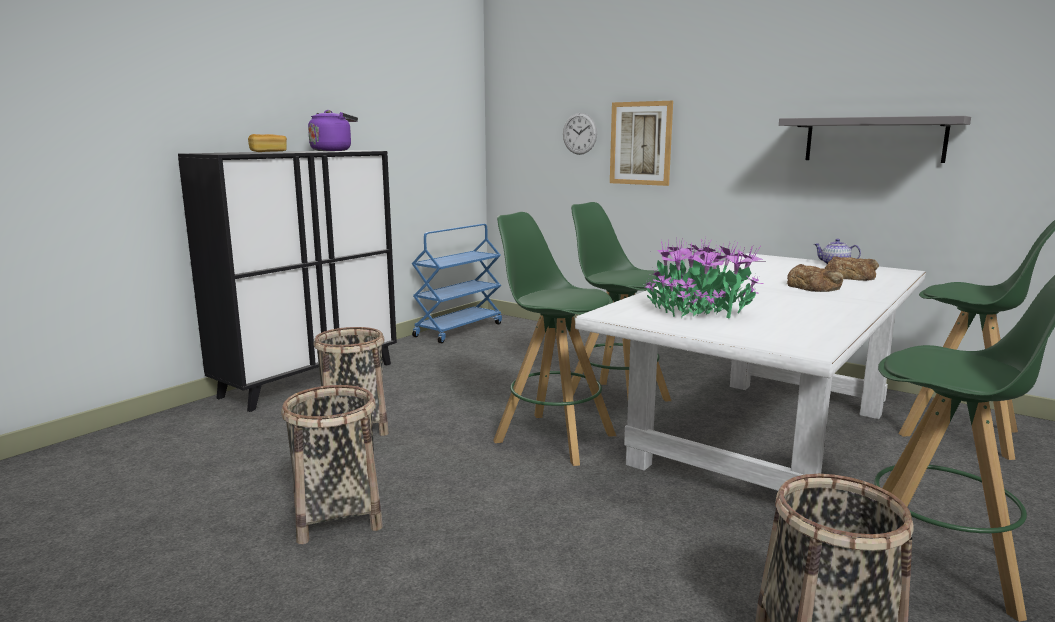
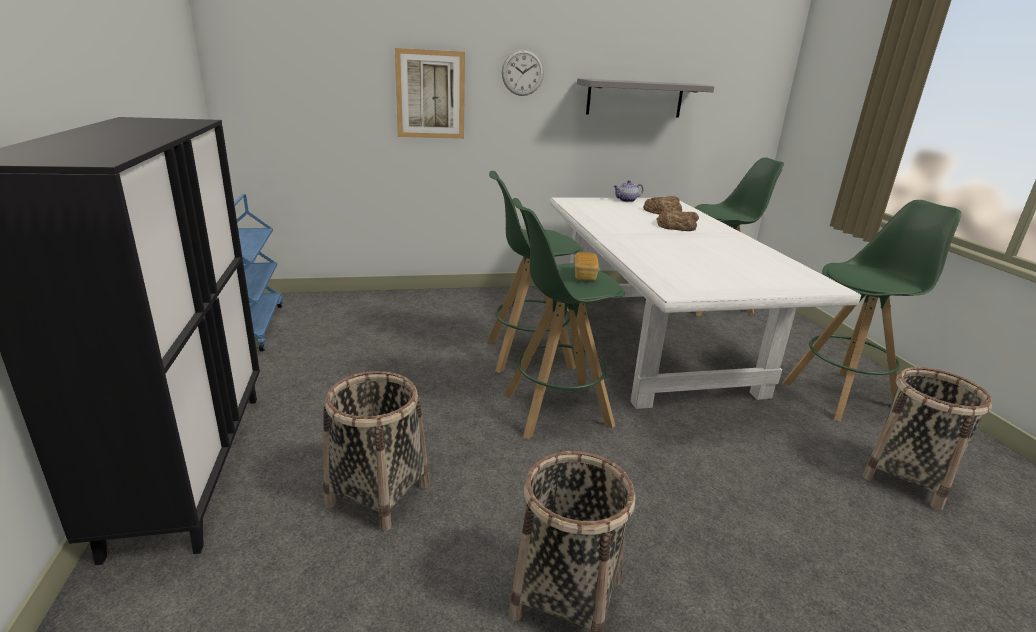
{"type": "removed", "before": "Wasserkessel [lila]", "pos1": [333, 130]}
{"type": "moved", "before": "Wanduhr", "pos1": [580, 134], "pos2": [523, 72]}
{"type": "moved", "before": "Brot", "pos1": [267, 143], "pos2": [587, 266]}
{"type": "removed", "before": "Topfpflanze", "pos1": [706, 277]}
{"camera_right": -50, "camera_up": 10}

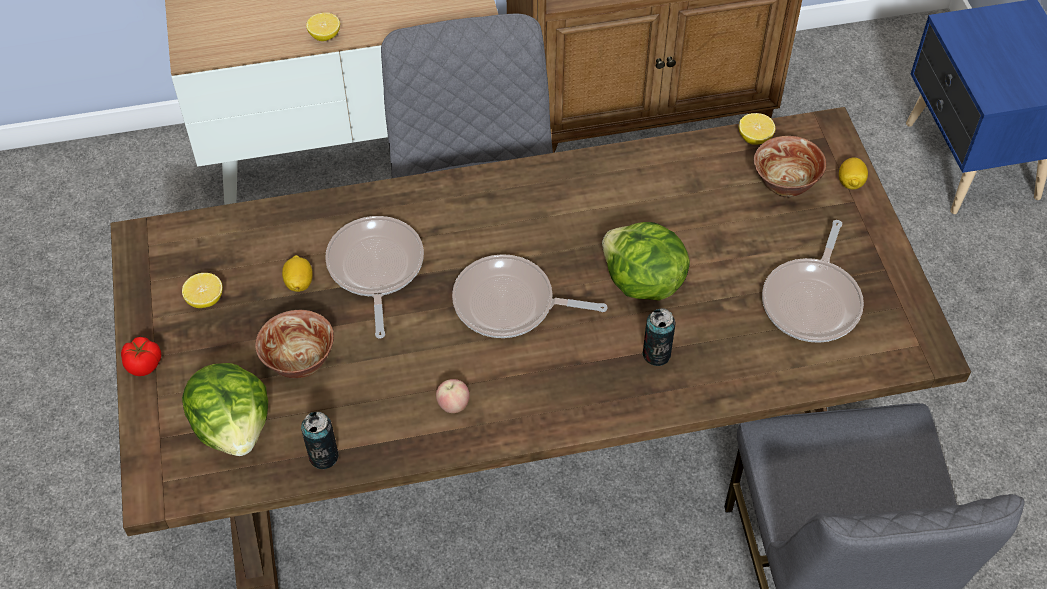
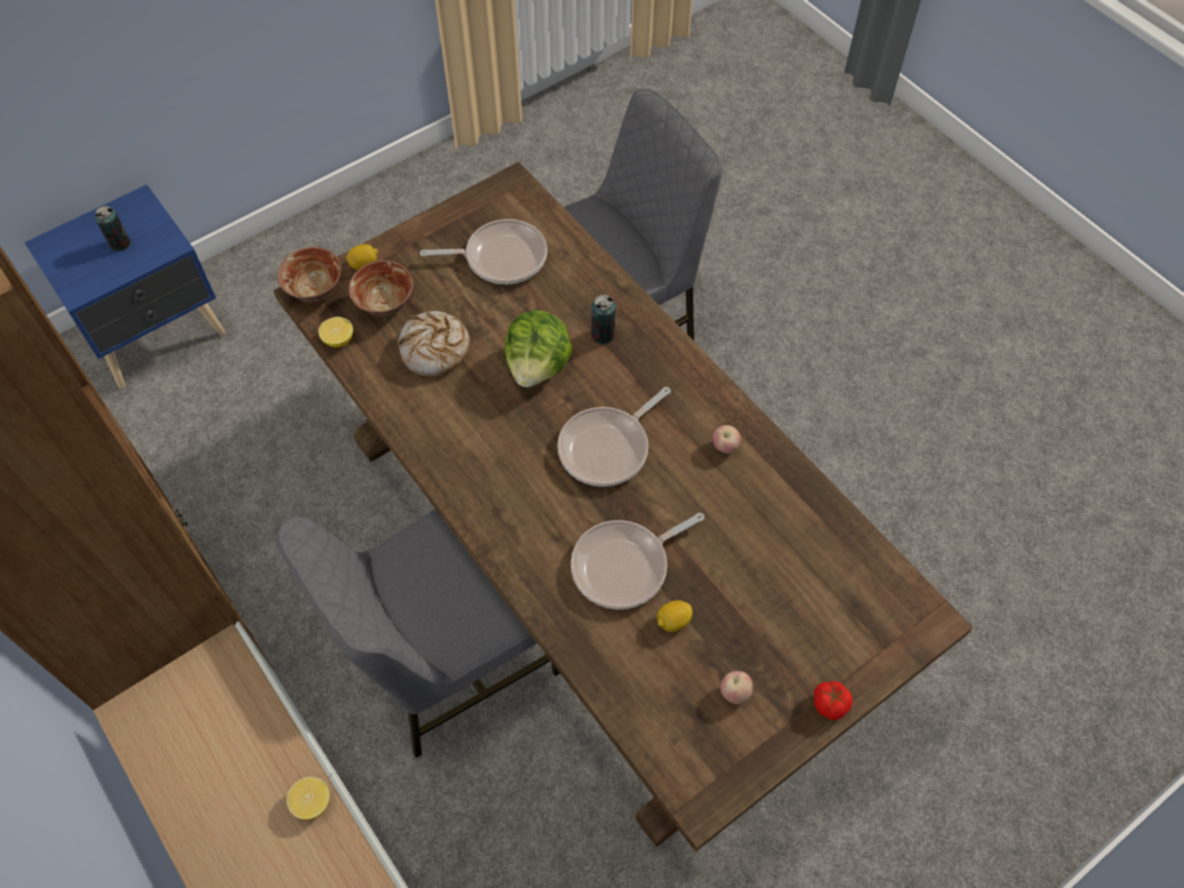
{"type": "turned", "before": "Pfanne", "pos1": [530, 296], "pos2": [614, 437], "turn": 60}
{"type": "replaced", "before": "Zitrone", "after": "Apfel", "pos1": [202, 290], "pos2": [736, 687]}
{"type": "moved", "before": "Schüssel", "pos1": [294, 344], "pos2": [309, 275]}
{"type": "removed", "before": "Salatkopf", "pos1": [225, 409]}
{"type": "moved", "before": "Dose", "pos1": [320, 440], "pos2": [113, 228]}
{"type": "added", "after": "Brot", "pos2": [434, 344]}
{"camera_right": -115, "camera_up": 5}

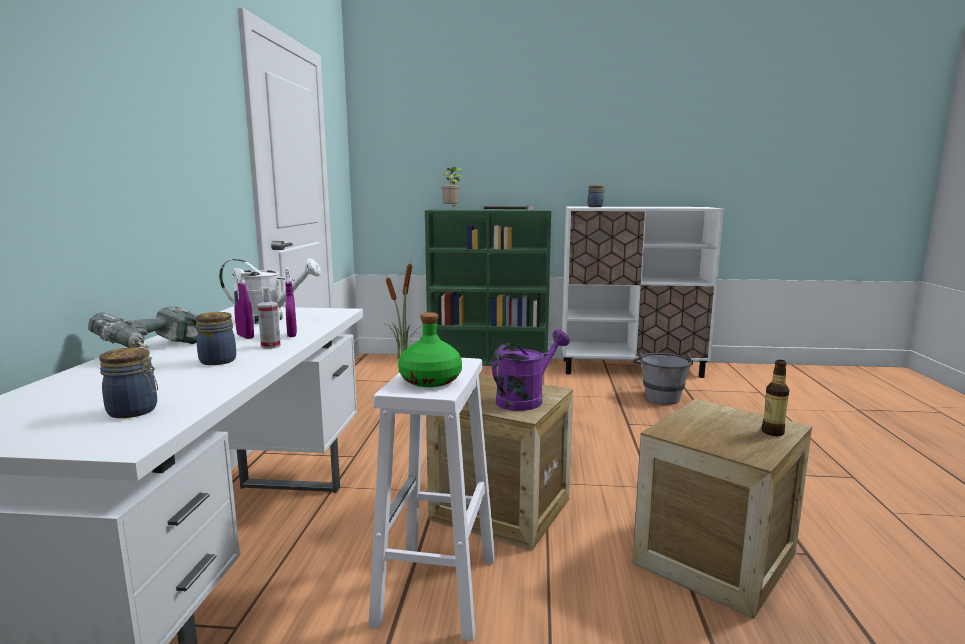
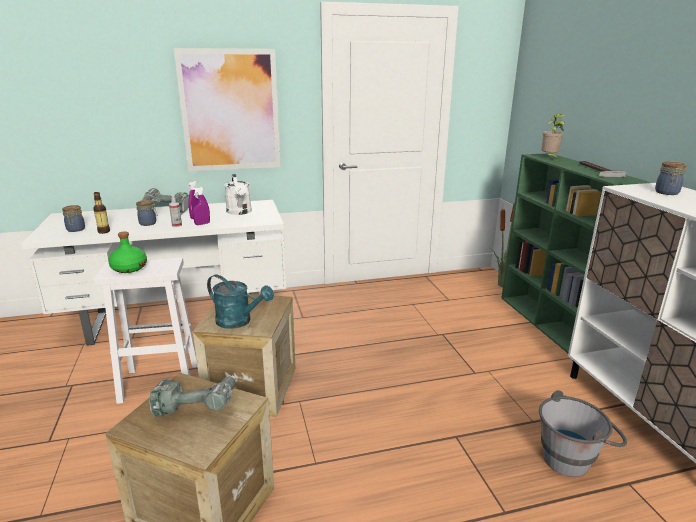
{"type": "recoloured", "before": "Gießkanne [lila]", "after": "Gießkanne [türkis]", "pos1": [531, 370], "pos2": [240, 301]}
{"type": "moved", "before": "Flasche", "pos1": [775, 398], "pos2": [101, 213]}
{"type": "added", "after": "Bild", "pos2": [227, 109]}
{"type": "added", "after": "Bohrmaschine", "pos2": [192, 396]}
{"camera_right": 70, "camera_up": 10}

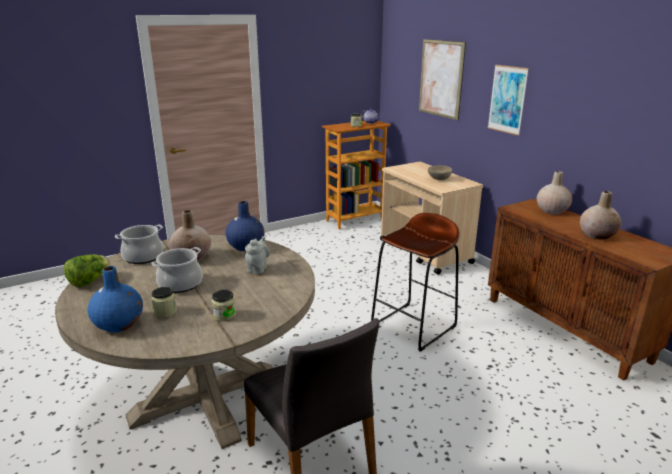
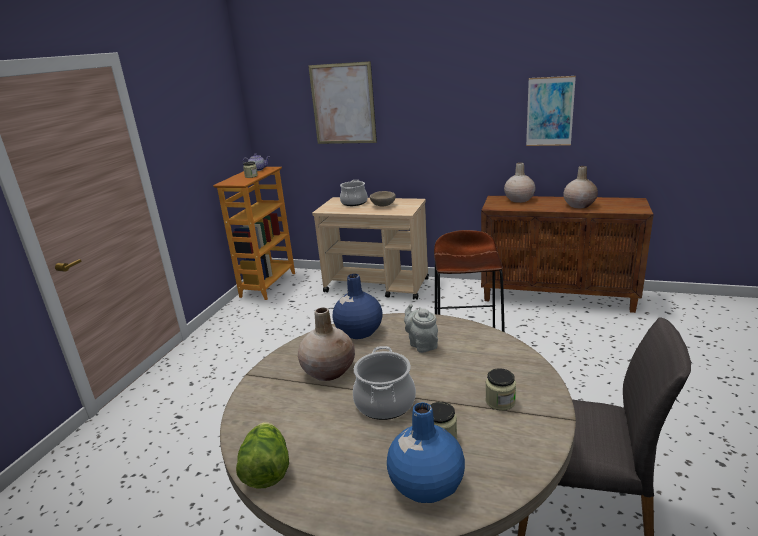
{"type": "moved", "before": "Bild", "pos1": [508, 100], "pos2": [551, 111]}
{"type": "moved", "before": "Kochtopf", "pos1": [139, 244], "pos2": [354, 193]}
{"camera_right": -40, "camera_up": 0}

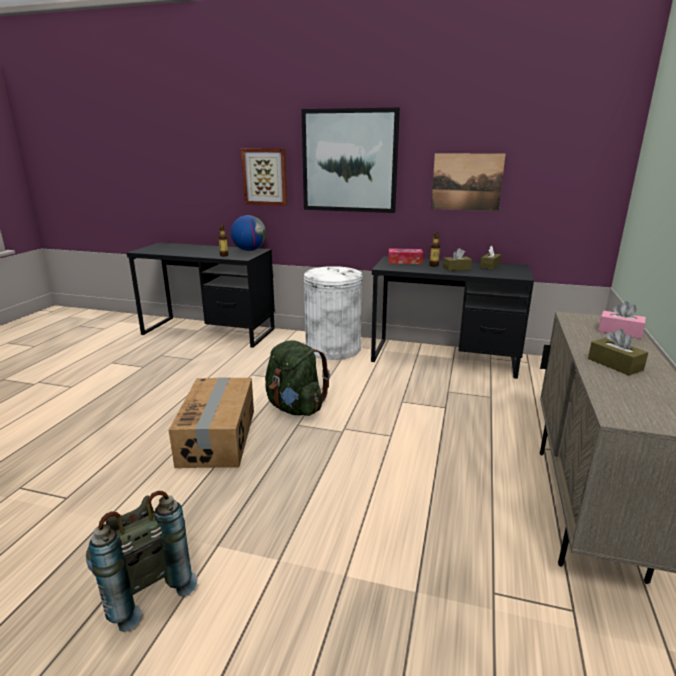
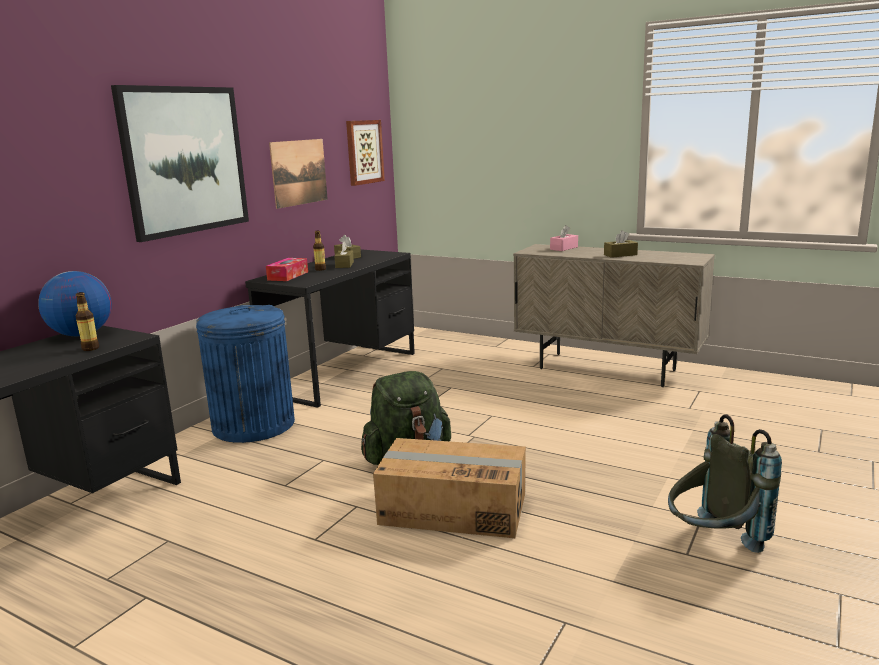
{"type": "moved", "before": "Bild", "pos1": [264, 177], "pos2": [365, 153]}
{"type": "recoloured", "before": "Mülleimer [weiß]", "after": "Mülleimer [blau]", "pos1": [333, 313], "pos2": [245, 374]}
{"camera_right": -75, "camera_up": -5}

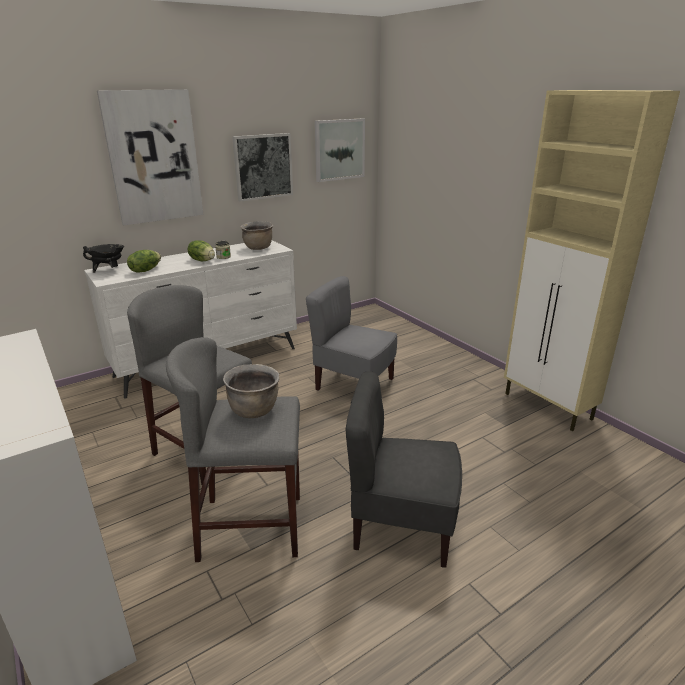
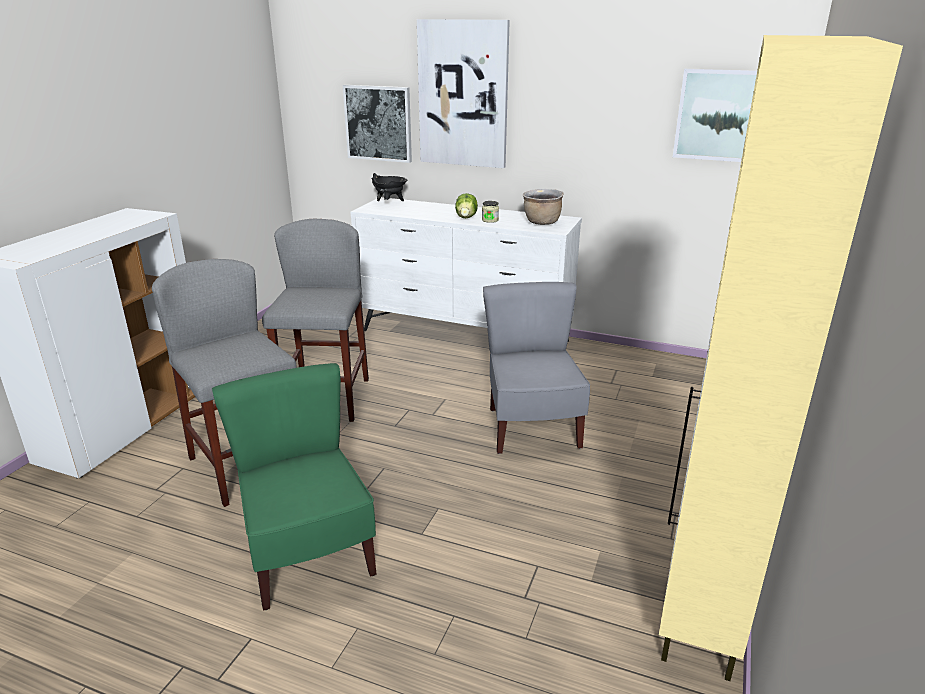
{"type": "moved", "before": "Bild", "pos1": [262, 167], "pos2": [377, 124]}
{"type": "removed", "before": "Salatkopf", "pos1": [144, 261]}
{"type": "removed", "before": "Kochtopf [braun]", "pos1": [251, 391]}
{"type": "recoloured", "before": "Stuhl [grau]", "after": "Stuhl [grün]", "pos1": [404, 469], "pos2": [294, 487]}
{"camera_right": 55, "camera_up": 0}

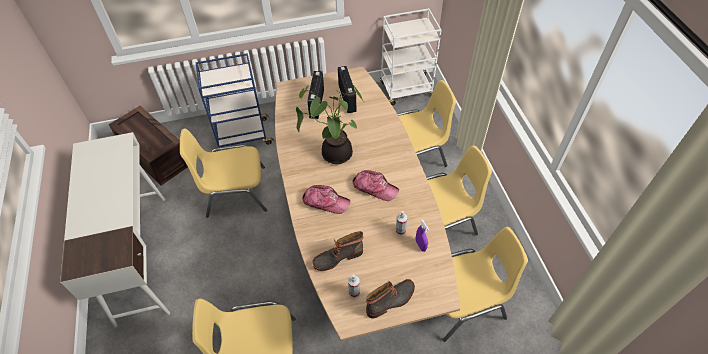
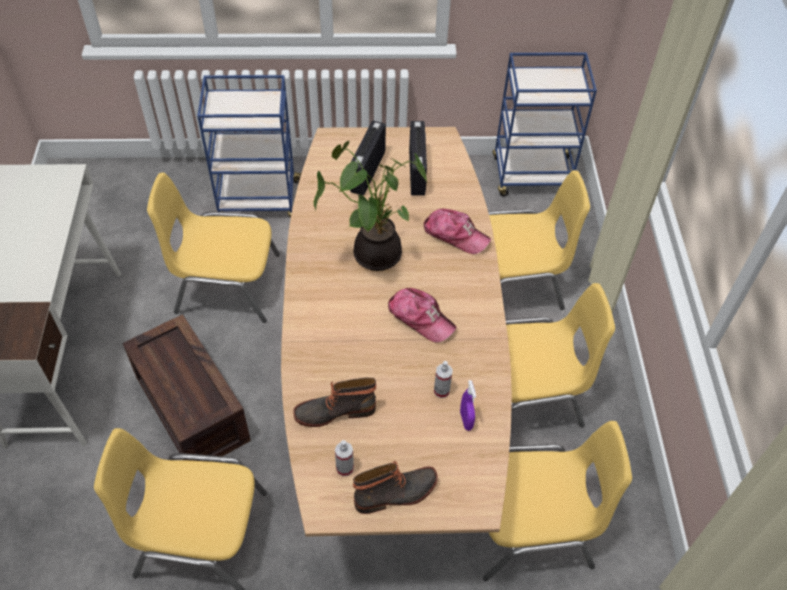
{"type": "recoloured", "before": "Rollwagen [weiß]", "after": "Rollwagen [blau]", "pos1": [411, 56], "pos2": [544, 124]}
{"type": "moved", "before": "Kiste", "pos1": [148, 145], "pos2": [186, 388]}
{"type": "moved", "before": "Kappe", "pos1": [326, 199], "pos2": [457, 231]}
{"camera_right": 10, "camera_up": 0}

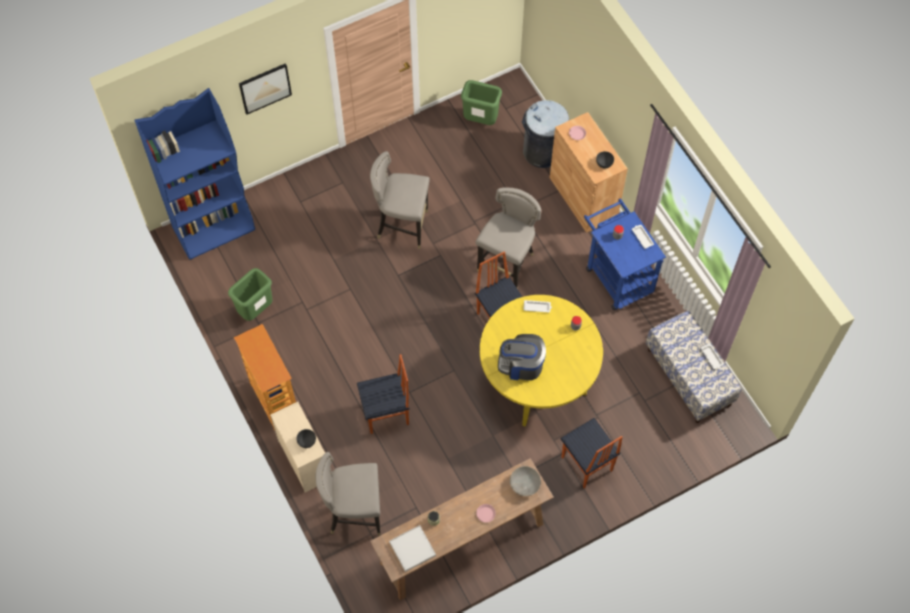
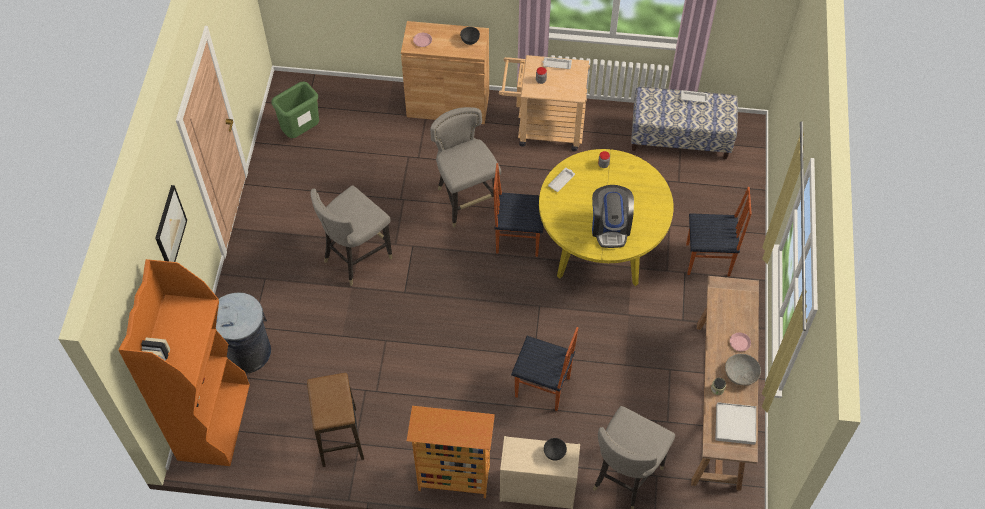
{"type": "recoloured", "before": "Bücherregal [blau]", "after": "Bücherregal [orange]", "pos1": [195, 174], "pos2": [184, 362]}
{"type": "moved", "before": "Mülleimer [grau]", "pos1": [545, 134], "pos2": [243, 333]}
{"type": "recoloured", "before": "Rollwagen [blau]", "after": "Rollwagen [beige]", "pos1": [625, 254], "pos2": [544, 103]}
{"type": "replaced", "before": "Mülleimer [grün]", "after": "Hocker", "pos1": [250, 294], "pos2": [335, 420]}
{"type": "turned", "before": "Kaffeemaschine", "pos1": [522, 357], "pos2": [613, 216], "turn": -45}
{"type": "turned", "before": "Stuhl", "pos1": [383, 394], "pos2": [544, 369], "turn": 90}
{"type": "moved", "before": "Schüssel [grau]", "pos1": [525, 481], "pos2": [743, 370]}
{"camera_right": -55, "camera_up": -5}

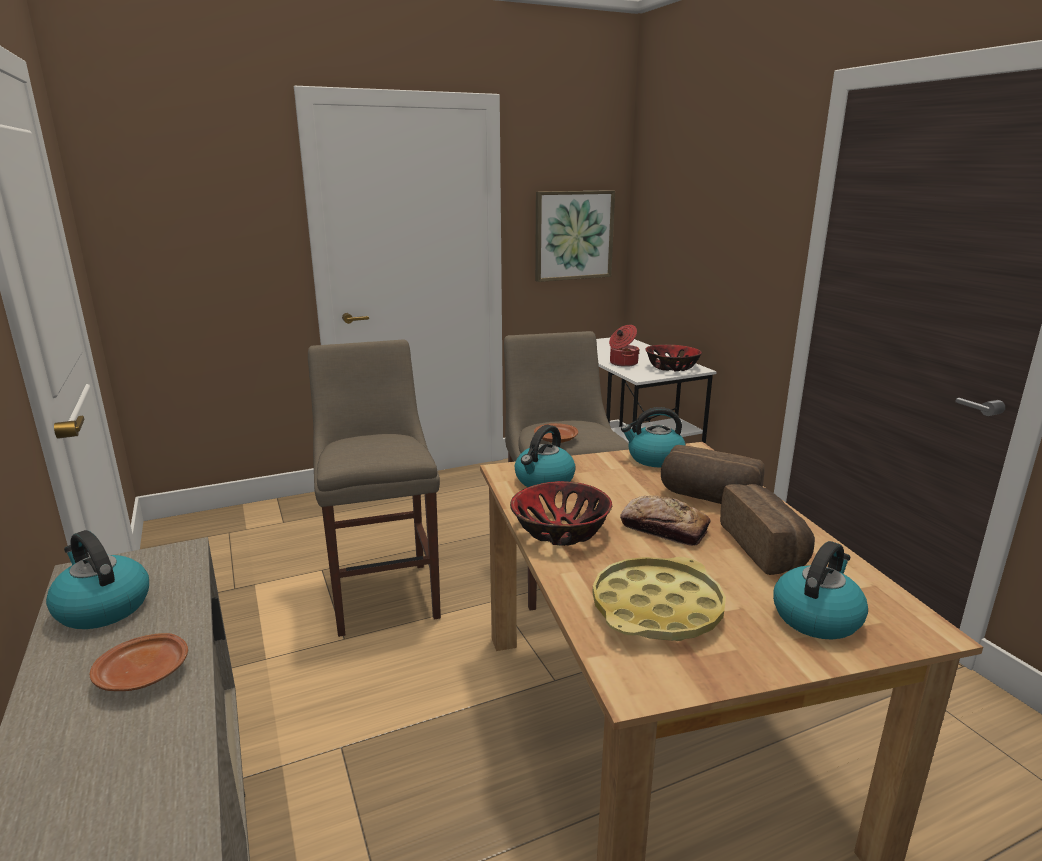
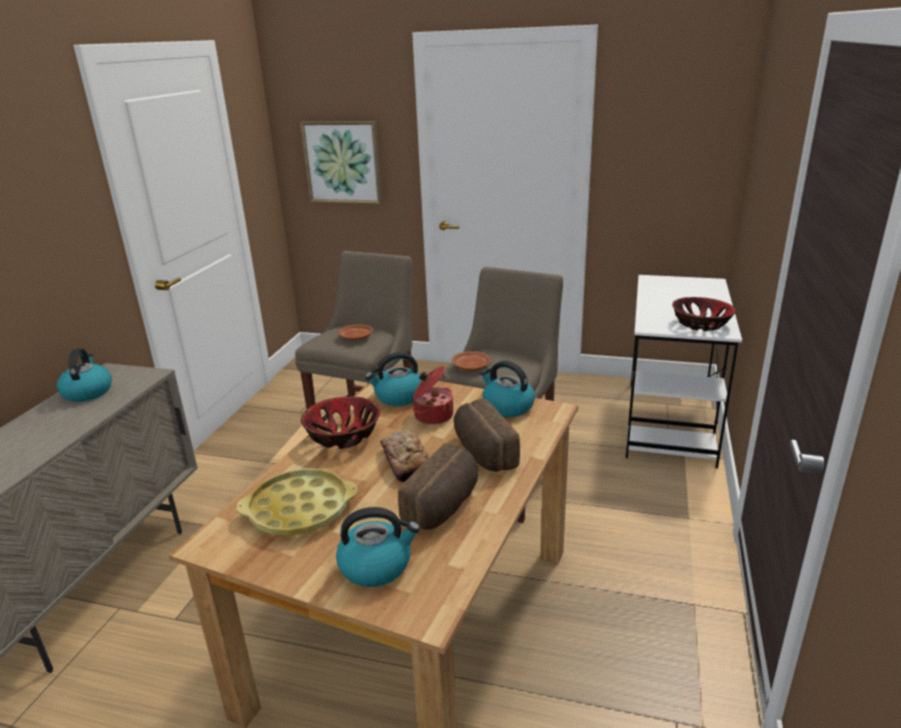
{"type": "moved", "before": "Bild", "pos1": [575, 236], "pos2": [341, 162]}
{"type": "moved", "before": "Kochtopf", "pos1": [624, 346], "pos2": [433, 395]}
{"type": "moved", "before": "Teller [braun]", "pos1": [139, 662], "pos2": [355, 332]}
{"camera_right": 40, "camera_up": 5}

